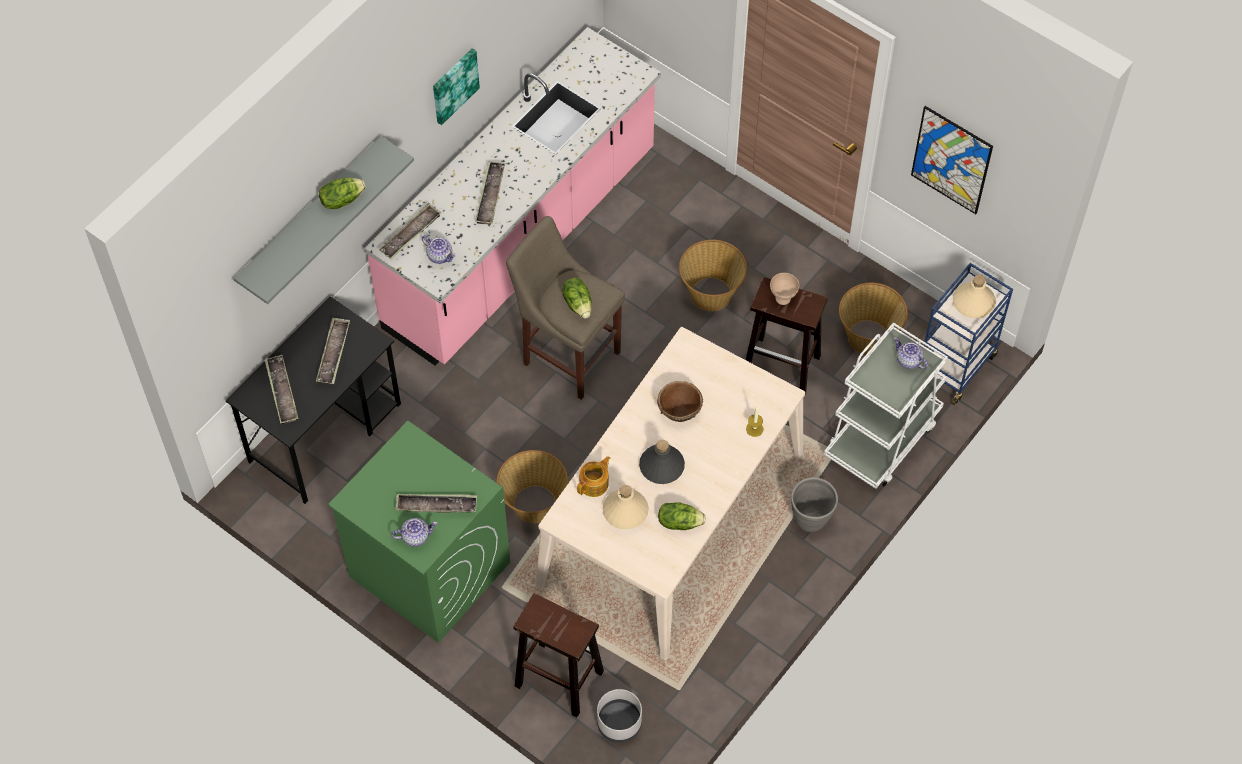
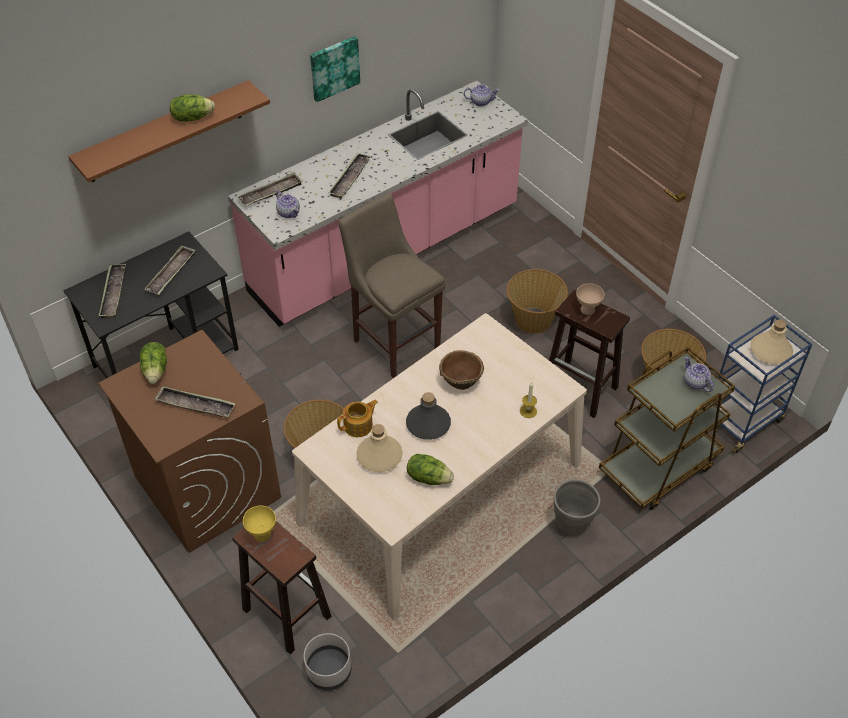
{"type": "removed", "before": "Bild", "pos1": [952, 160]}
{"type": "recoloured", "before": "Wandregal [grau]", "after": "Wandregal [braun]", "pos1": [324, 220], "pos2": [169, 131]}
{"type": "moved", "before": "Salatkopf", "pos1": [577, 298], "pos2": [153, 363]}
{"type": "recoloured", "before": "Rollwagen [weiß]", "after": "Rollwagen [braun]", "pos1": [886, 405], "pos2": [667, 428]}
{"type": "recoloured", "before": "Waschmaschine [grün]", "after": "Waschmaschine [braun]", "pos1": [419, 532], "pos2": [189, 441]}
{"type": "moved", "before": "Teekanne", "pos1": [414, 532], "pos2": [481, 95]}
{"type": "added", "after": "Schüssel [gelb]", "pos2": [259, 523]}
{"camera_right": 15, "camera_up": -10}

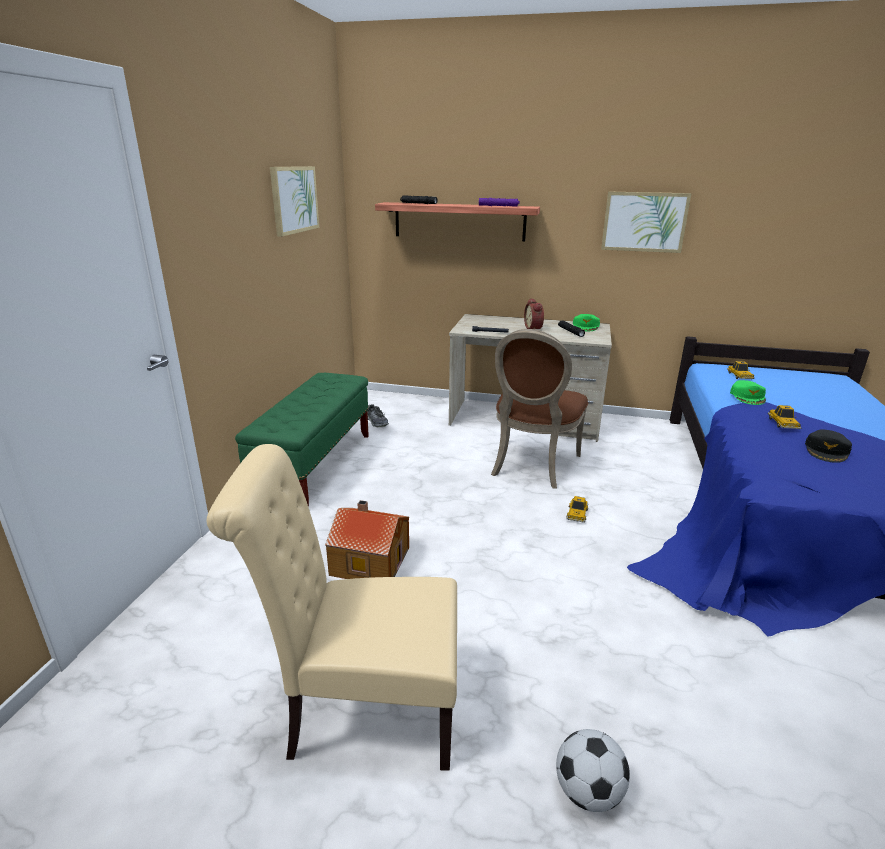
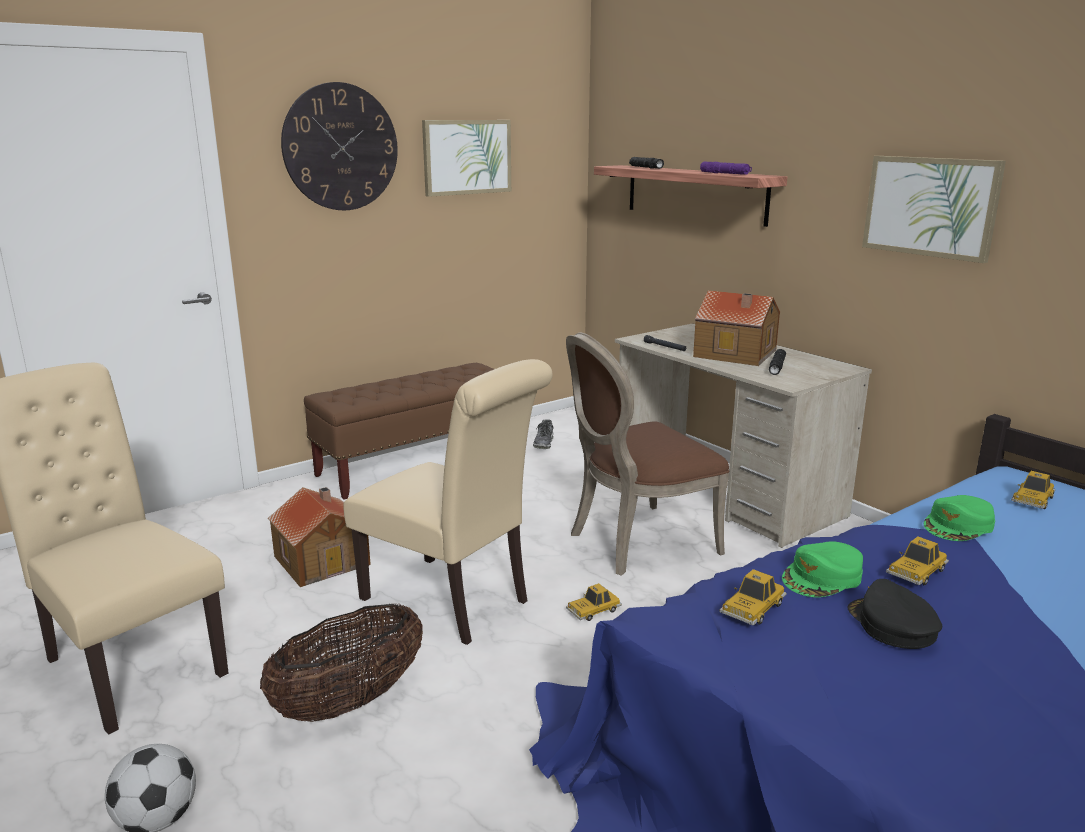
{"type": "replaced", "before": "Wecker", "after": "Spielzeughaus", "pos1": [534, 313], "pos2": [736, 328]}
{"type": "moved", "before": "Kappe [grün]", "pos1": [586, 322], "pos2": [822, 569]}
{"type": "recoloured", "before": "Bank [grün]", "after": "Bank [braun]", "pos1": [302, 440], "pos2": [399, 431]}
{"type": "turned", "before": "Kappe [schwarz]", "pos1": [828, 446], "pos2": [895, 614], "turn": 90}
{"type": "added", "after": "Wanduhr", "pos2": [339, 146]}
{"type": "added", "after": "Stuhl [beige]", "pos2": [448, 502]}
{"type": "added", "after": "Spielzeugauto", "pos2": [752, 597]}
{"type": "added", "after": "Korb", "pos2": [341, 662]}
{"camera_right": 40, "camera_up": -5}

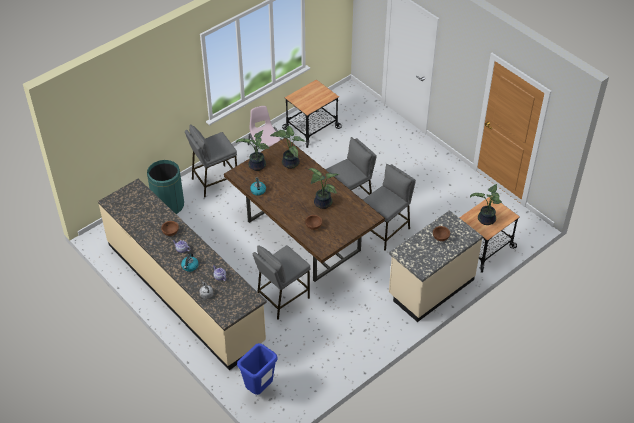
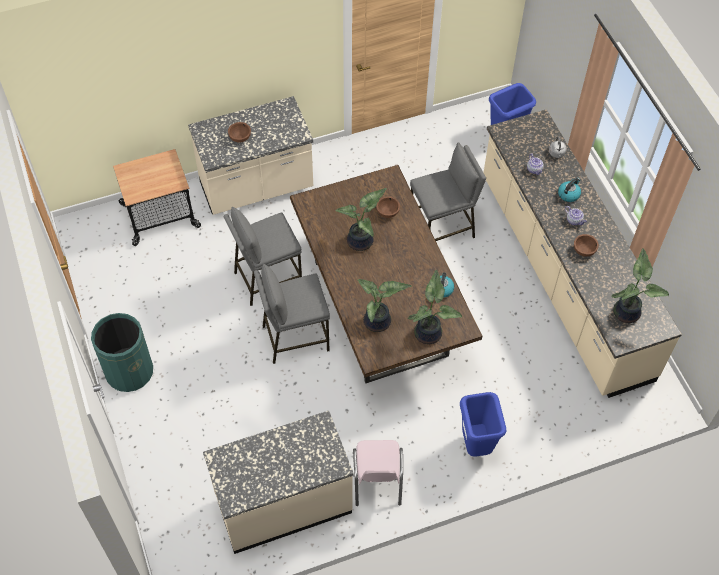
{"type": "replaced", "before": "Rollwagen", "after": "Küchenzeile [beige]", "pos1": [312, 113], "pos2": [278, 482]}
{"type": "replaced", "before": "Hocker [grau]", "after": "Mülleimer [blau]", "pos1": [211, 161], "pos2": [483, 424]}
{"type": "moved", "before": "Mülleimer [grün]", "pos1": [165, 187], "pos2": [122, 352]}
{"type": "moved", "before": "Topfpflanze", "pos1": [486, 204], "pos2": [640, 285]}
{"camera_right": -160, "camera_up": 10}

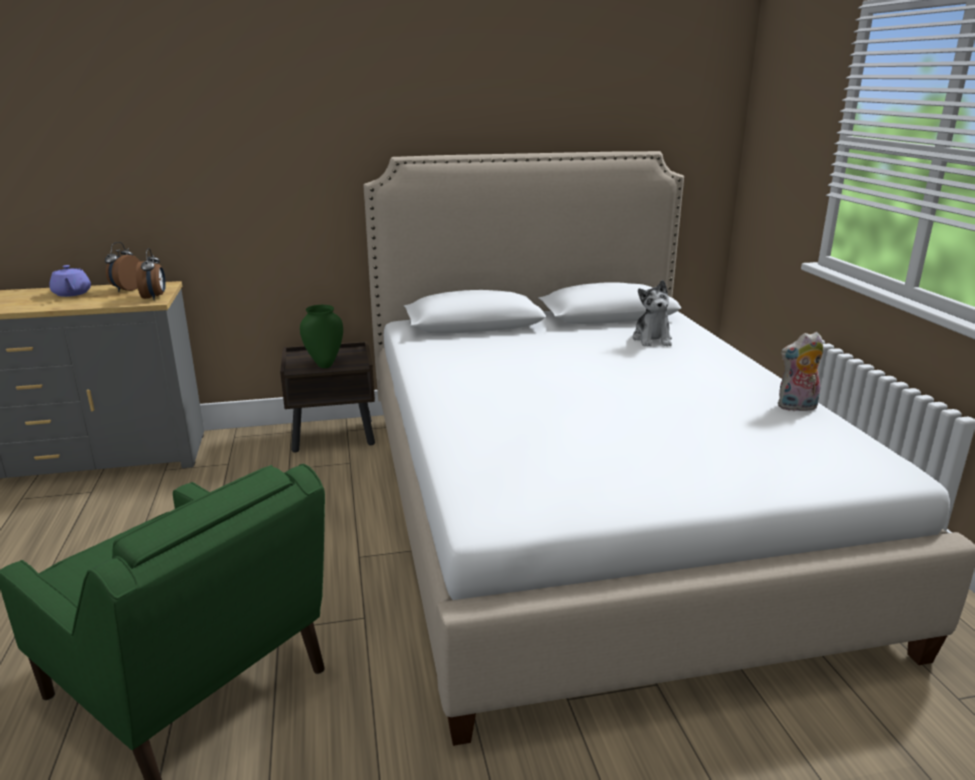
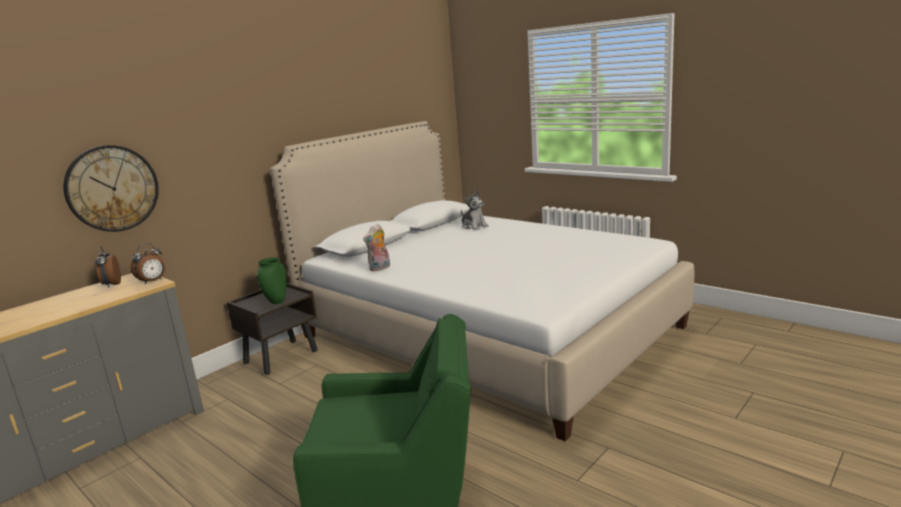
{"type": "turned", "before": "Wecker", "pos1": [151, 274], "pos2": [148, 263], "turn": 90}
{"type": "removed", "before": "Teekanne [lila]", "pos1": [70, 281]}
{"type": "moved", "before": "Plüschtier", "pos1": [801, 371], "pos2": [376, 247]}
{"type": "added", "after": "Wanduhr", "pos2": [111, 188]}
{"camera_right": -35, "camera_up": -5}

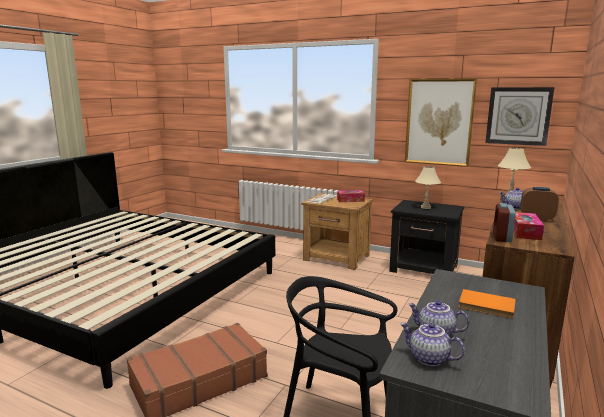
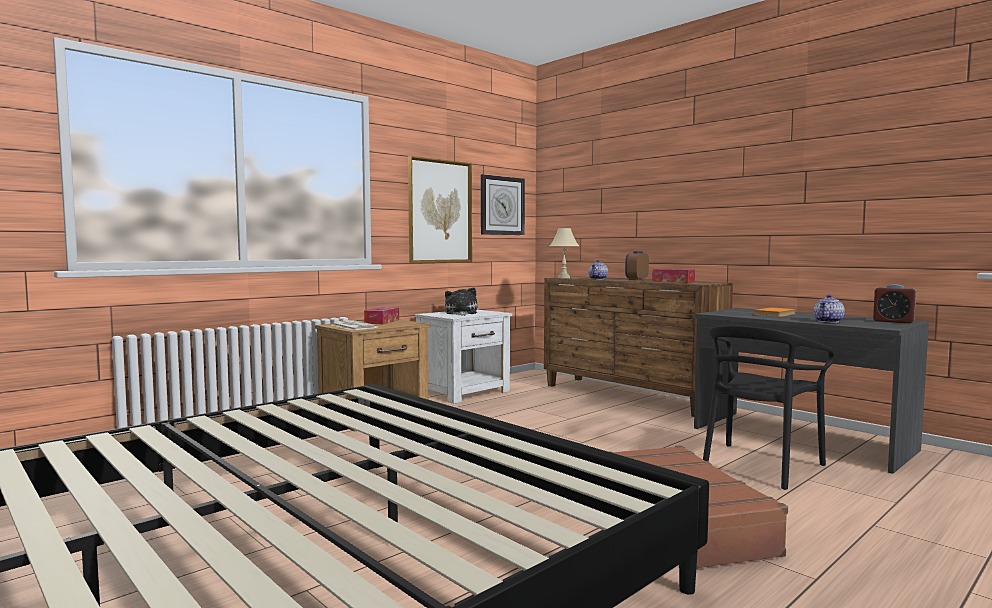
{"type": "replaced", "before": "Tischlampe [beige]", "after": "Plüschtier", "pos1": [428, 187], "pos2": [461, 302]}
{"type": "recoloured", "before": "Nachttisch [schwarz]", "after": "Nachttisch [weiß]", "pos1": [426, 237], "pos2": [464, 356]}
{"type": "moved", "before": "Wecker", "pos1": [504, 223], "pos2": [894, 304]}
{"type": "removed", "before": "Teekanne", "pos1": [432, 344]}
{"camera_right": -70, "camera_up": -10}

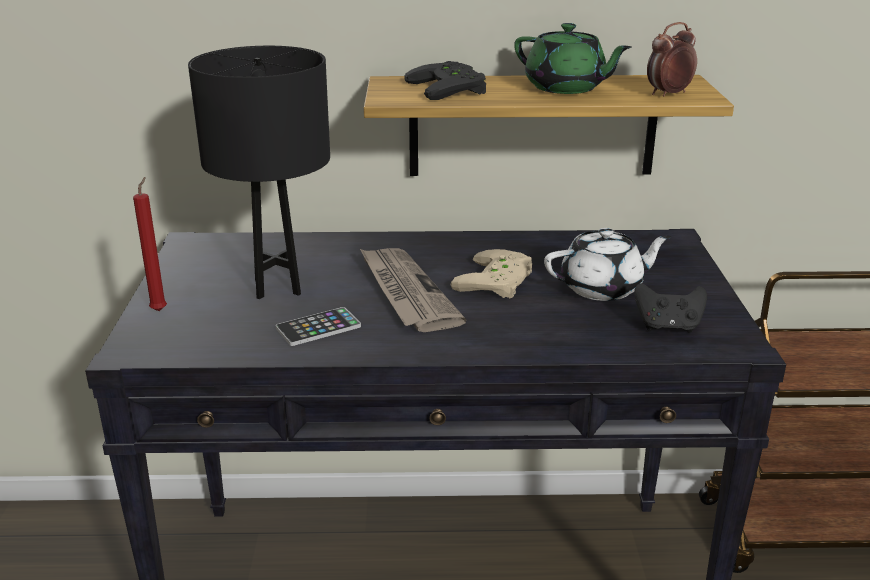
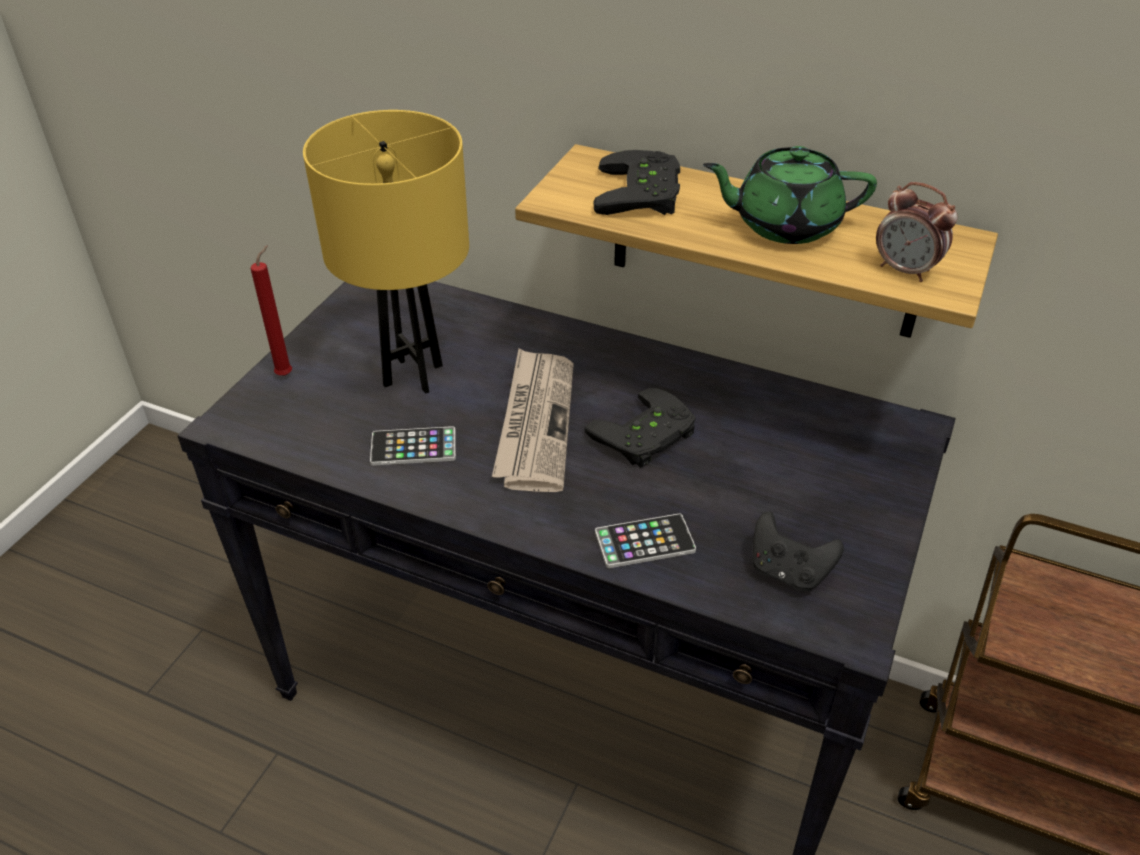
{"type": "turned", "before": "Wecker", "pos1": [672, 59], "pos2": [917, 232], "turn": -135}
{"type": "turned", "before": "Teekanne [grün]", "pos1": [573, 58], "pos2": [790, 195], "turn": 120}
{"type": "recoloured", "before": "Tischlampe [schwarz]", "after": "Tischlampe [gelb]", "pos1": [259, 172], "pos2": [386, 252]}
{"type": "removed", "before": "Teekanne [weiß]", "pos1": [607, 264]}
{"type": "recoloured", "before": "Gamepad [beige]", "after": "Gamepad [schwarz]", "pos1": [491, 274], "pos2": [640, 428]}
{"type": "added", "after": "Handy", "pos2": [645, 541]}
{"camera_right": 25, "camera_up": 15}

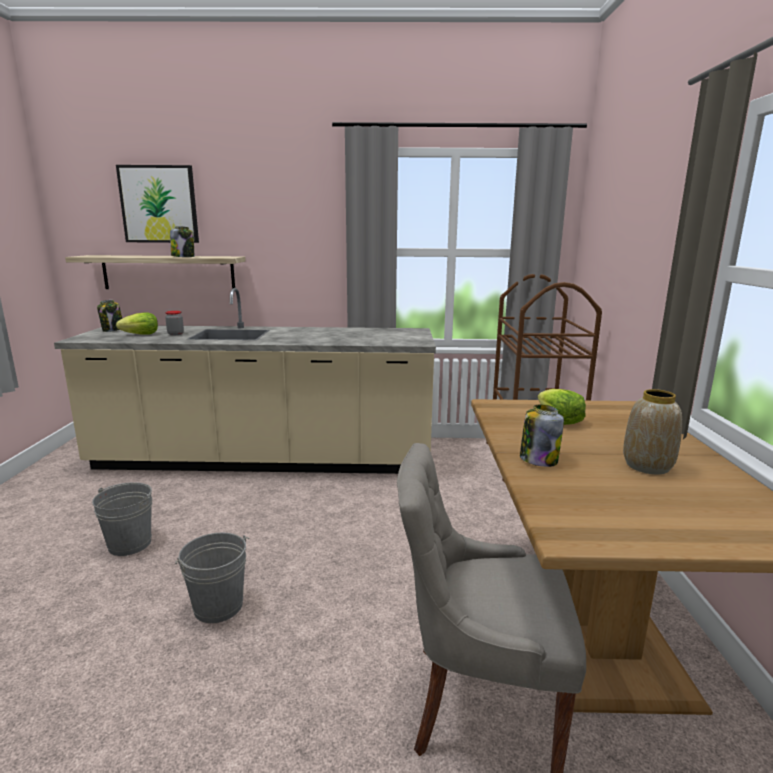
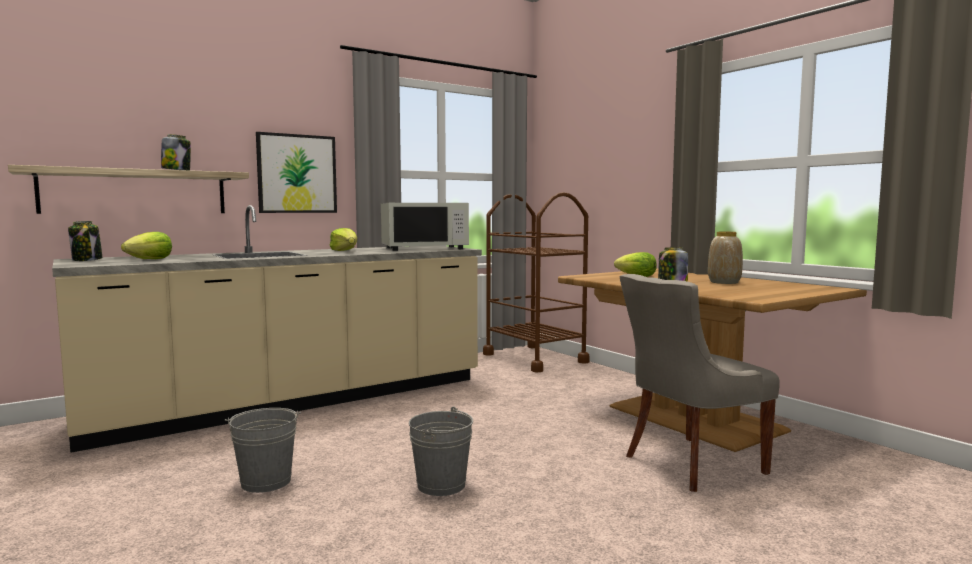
{"type": "moved", "before": "Bild", "pos1": [157, 204], "pos2": [296, 172]}
{"type": "removed", "before": "Vorratsglas", "pos1": [174, 323]}
{"type": "added", "after": "Mikrowelle [weiß]", "pos2": [425, 227]}
{"type": "added", "after": "Salatkopf", "pos2": [343, 239]}
{"camera_right": -35, "camera_up": -10}

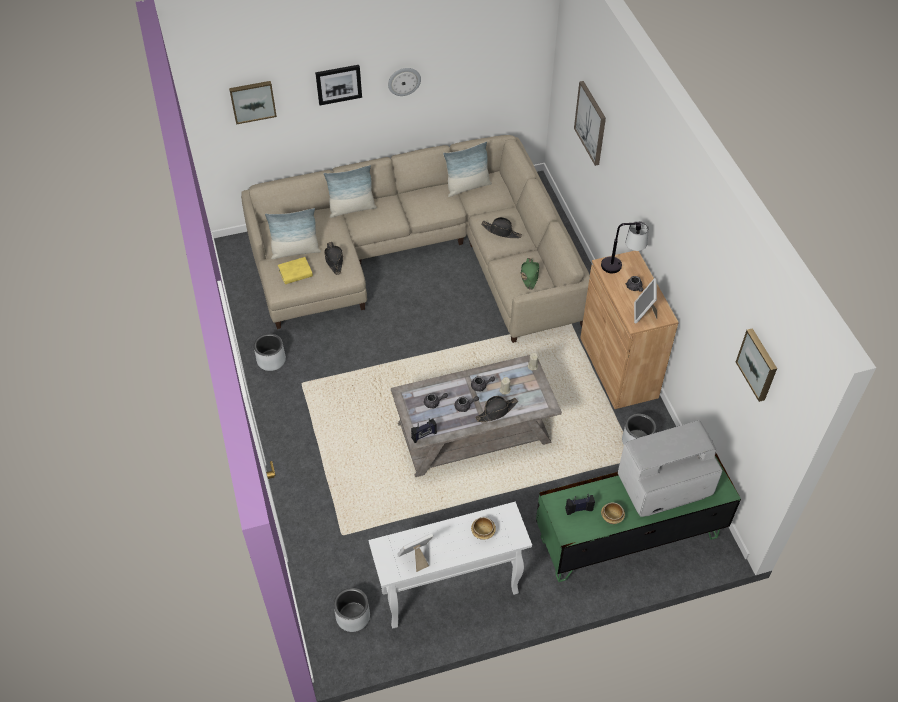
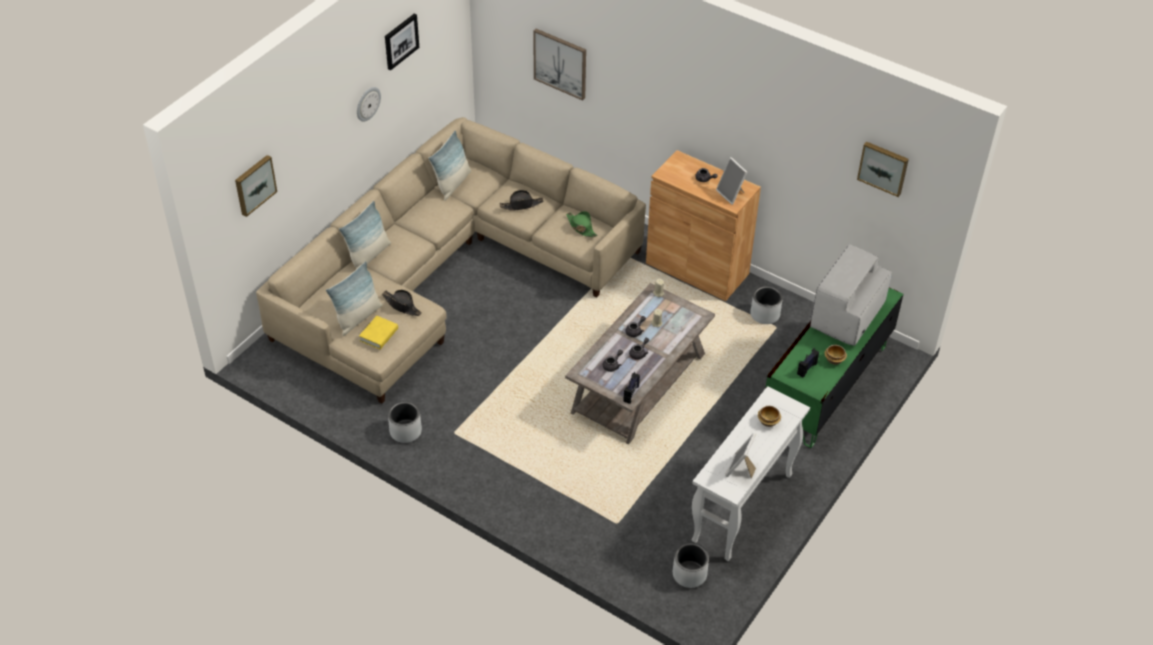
{"type": "moved", "before": "Bild", "pos1": [338, 85], "pos2": [402, 42]}
{"type": "removed", "before": "Tischlampe", "pos1": [625, 247]}
{"type": "removed", "before": "Hut [schwarz]", "pos1": [496, 409]}
{"camera_right": -40, "camera_up": -5}

